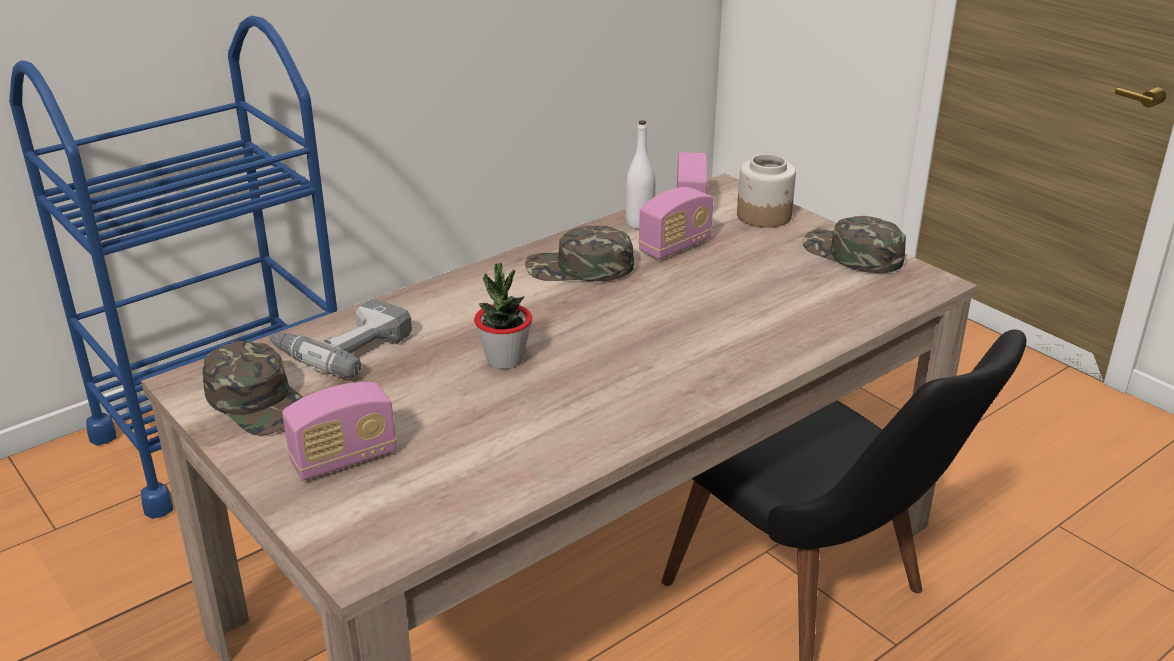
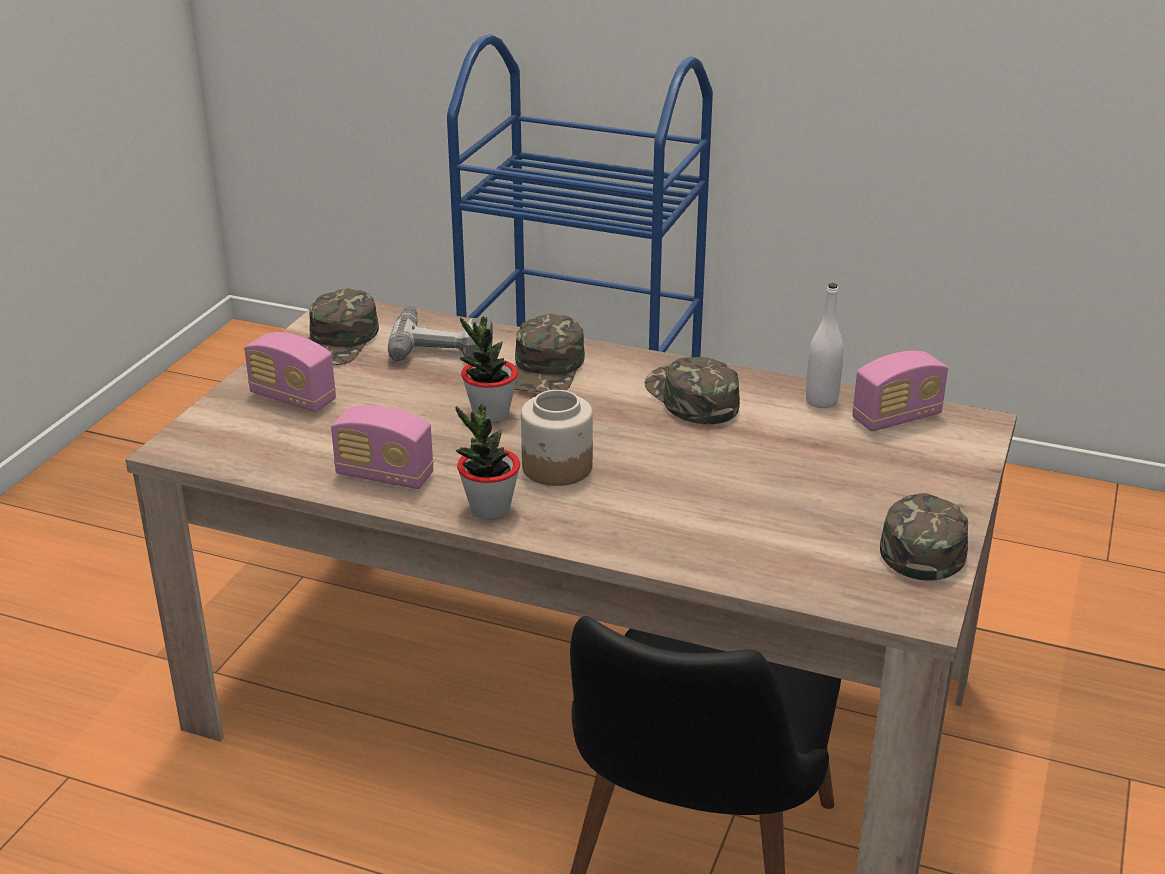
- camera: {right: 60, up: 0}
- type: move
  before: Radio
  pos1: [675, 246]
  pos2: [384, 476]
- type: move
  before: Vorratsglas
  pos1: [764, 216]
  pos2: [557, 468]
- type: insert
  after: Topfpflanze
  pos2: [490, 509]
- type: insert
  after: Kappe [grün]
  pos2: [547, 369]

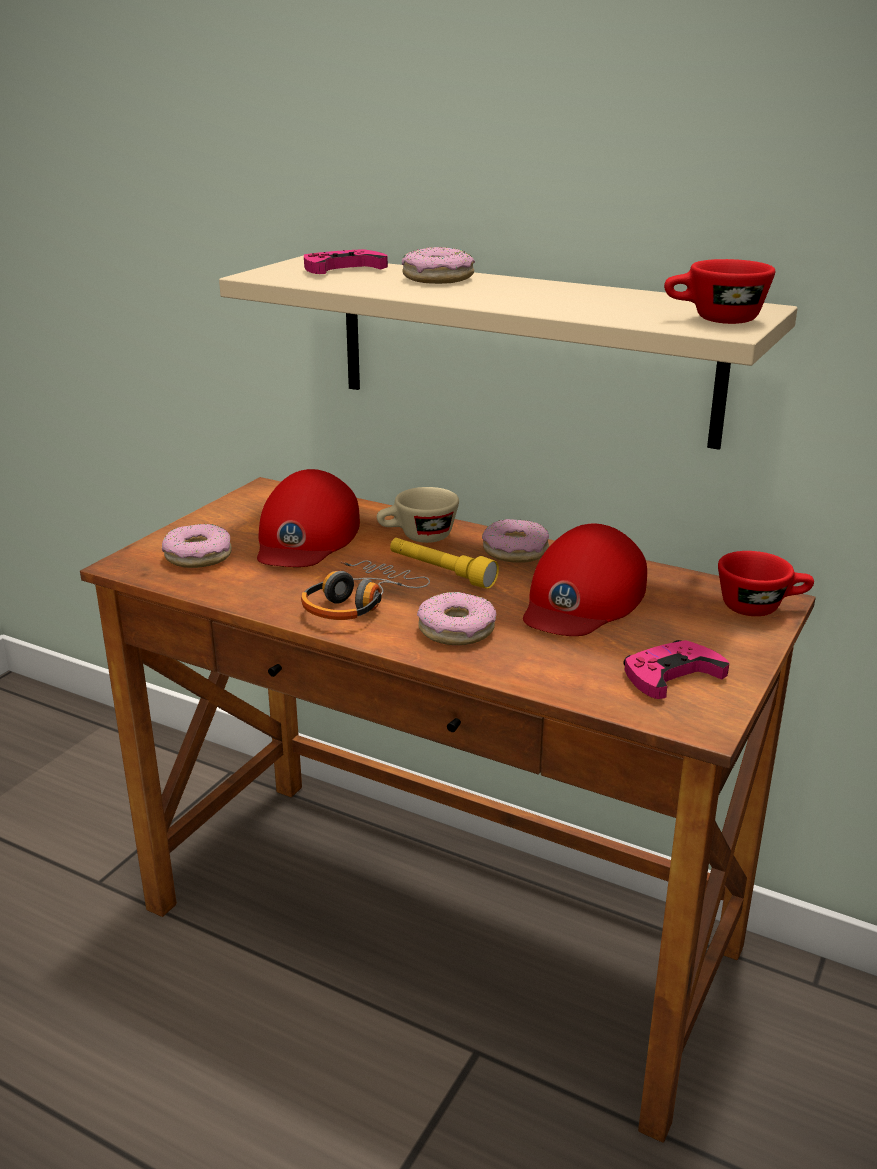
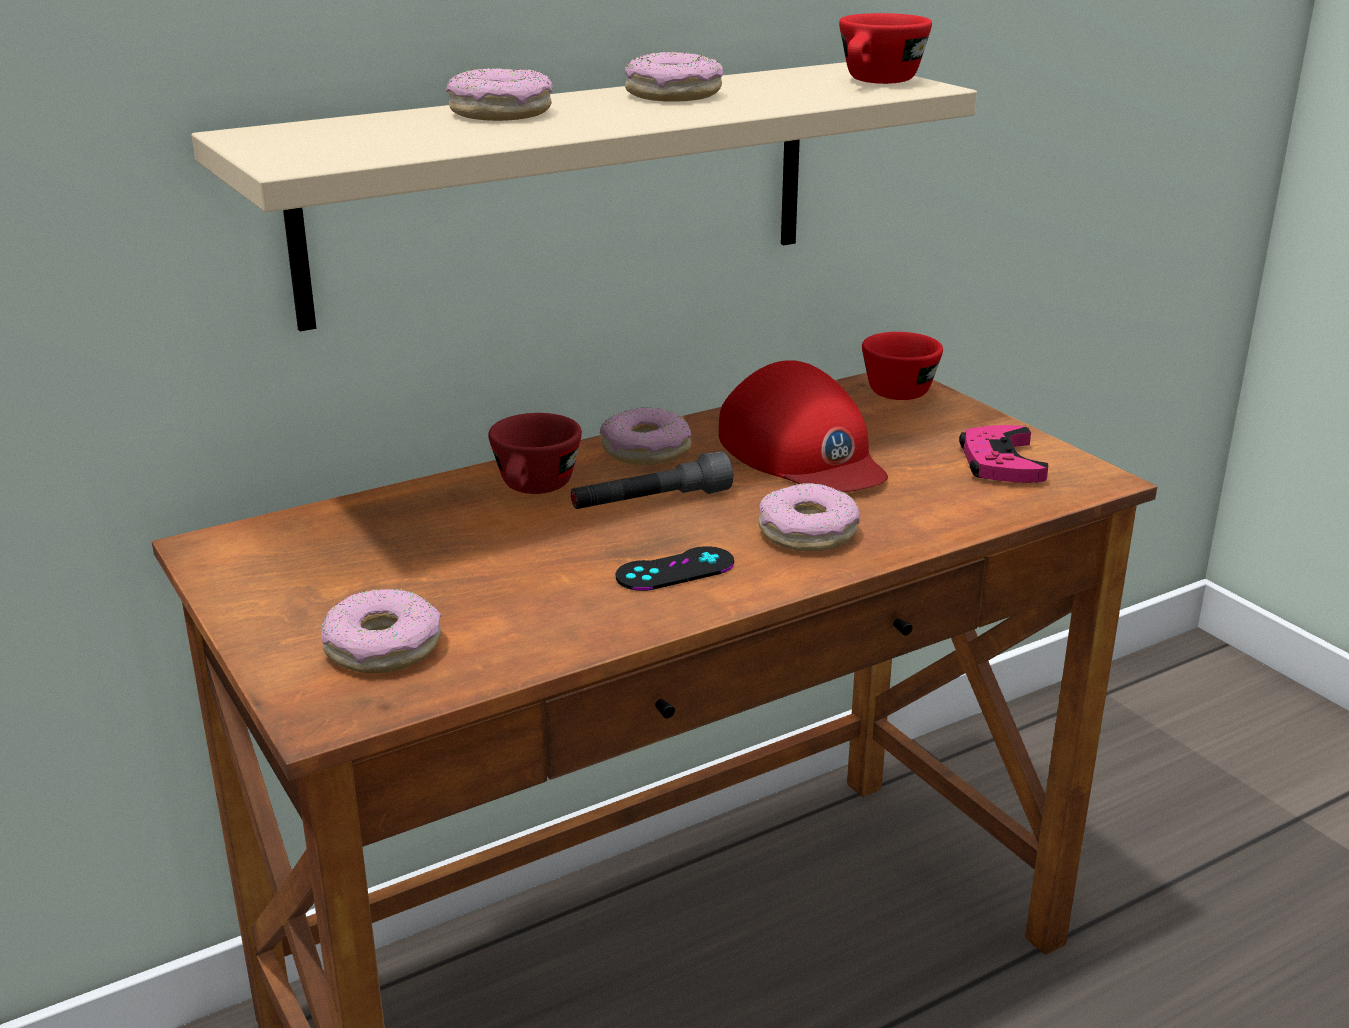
- camera: {right: -60, up: 0}
- type: delete
  before: Kappe [rot]
  pos1: [306, 537]
- type: replace
  before: Kopfhörer
  after: Gamepad [schwarz]
  pos1: [358, 603]
  pos2: [675, 570]
- type: delete
  before: Gamepad [rosa]
  pos1: [342, 269]
- type: recolor
  before: Tasse [beige]
  after: Tasse [rot]
  pos1: [418, 537]
  pos2: [534, 490]
- type: recolor
  before: Taschenlampe [gelb]
  after: Taschenlampe [grau]
  pos1: [441, 572]
  pos2: [651, 503]
- type: insert
  after: Donut
  pos2: [673, 94]

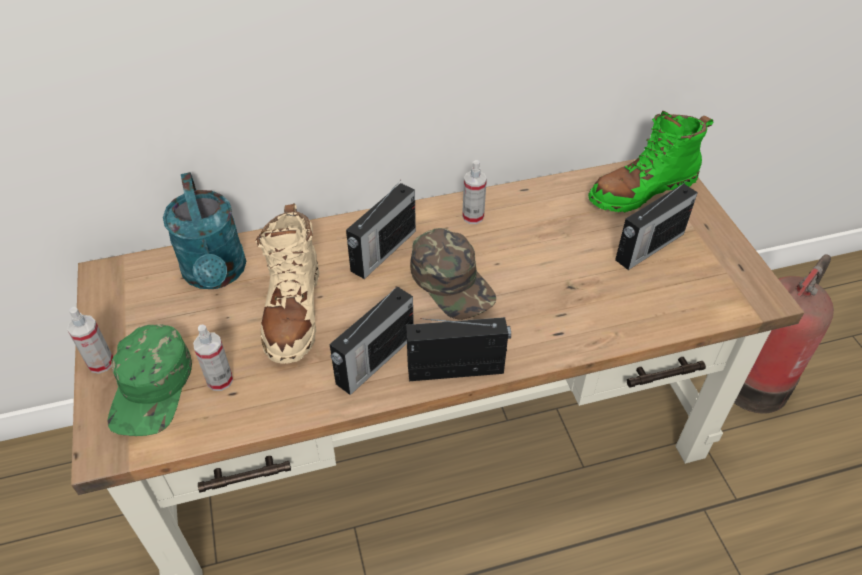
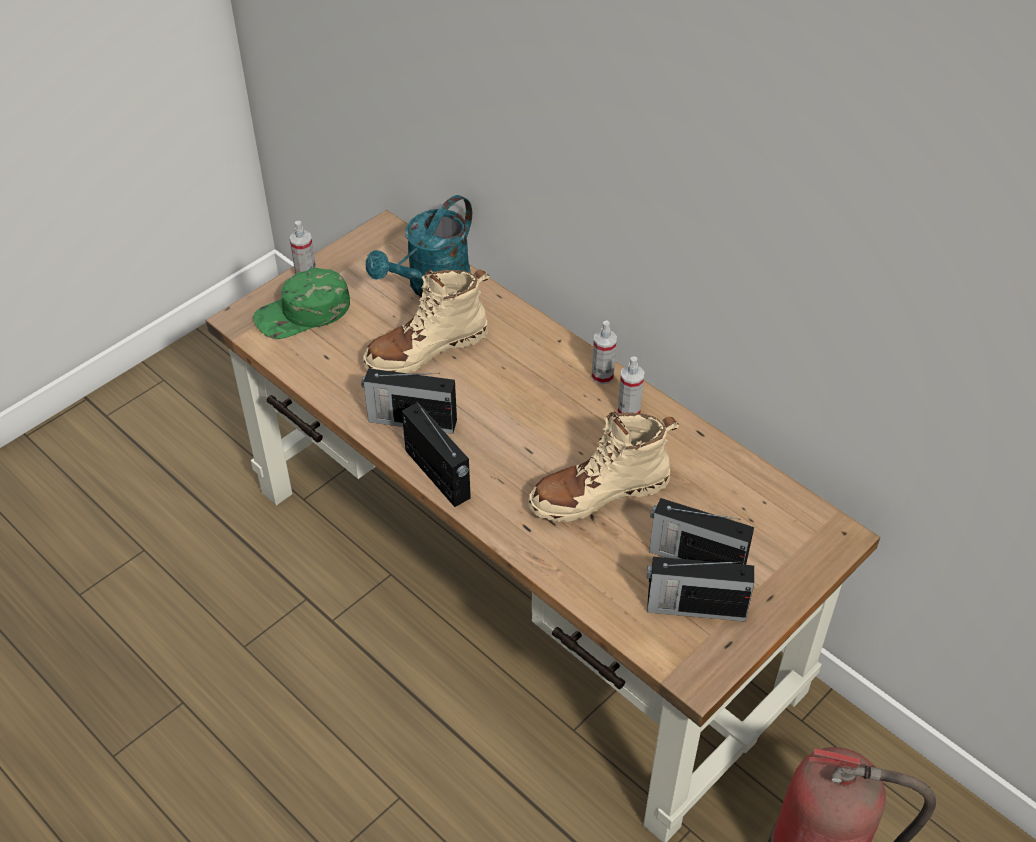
- camera: {right: 60, up: 0}
- type: move
  before: Sprühflasche
  pos1: [220, 380]
  pos2: [602, 376]
- type: move
  before: Radio
  pos1: [382, 251]
  pos2: [694, 607]
- type: delete
  before: Kappe [grün]
  pos1: [452, 281]
- type: delete
  before: Stiefel [grün]
  pos1: [642, 191]
- type: insert
  after: Stiefel [beige]
  pos2: [599, 493]

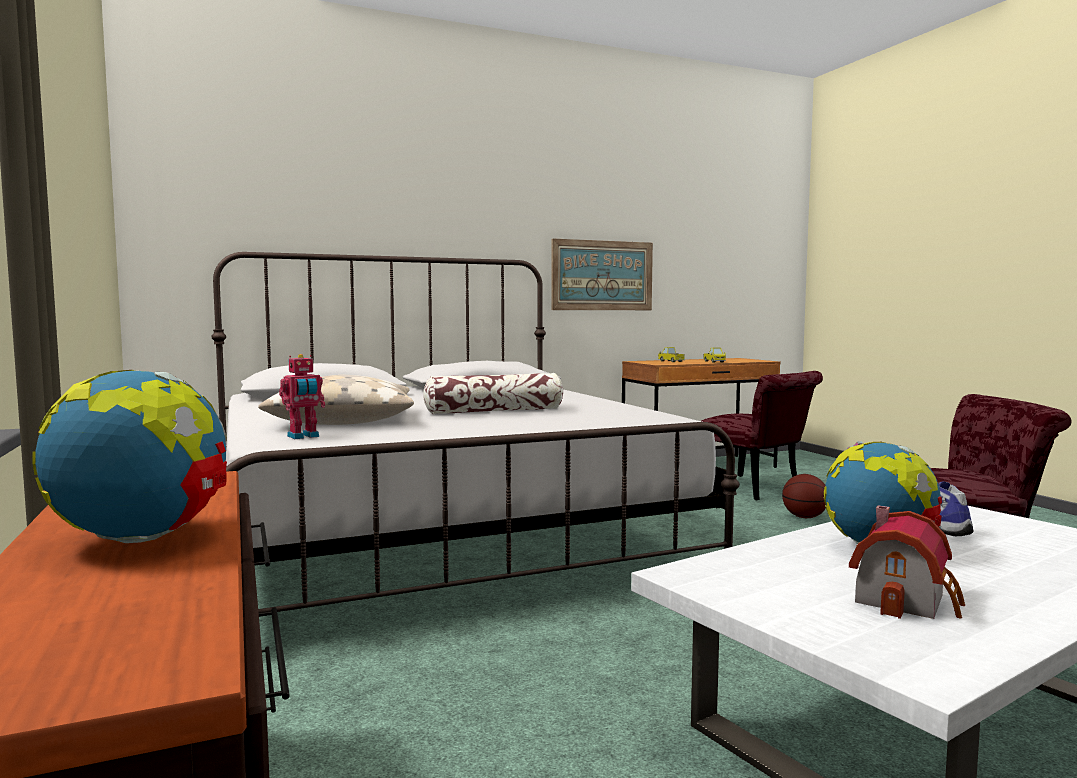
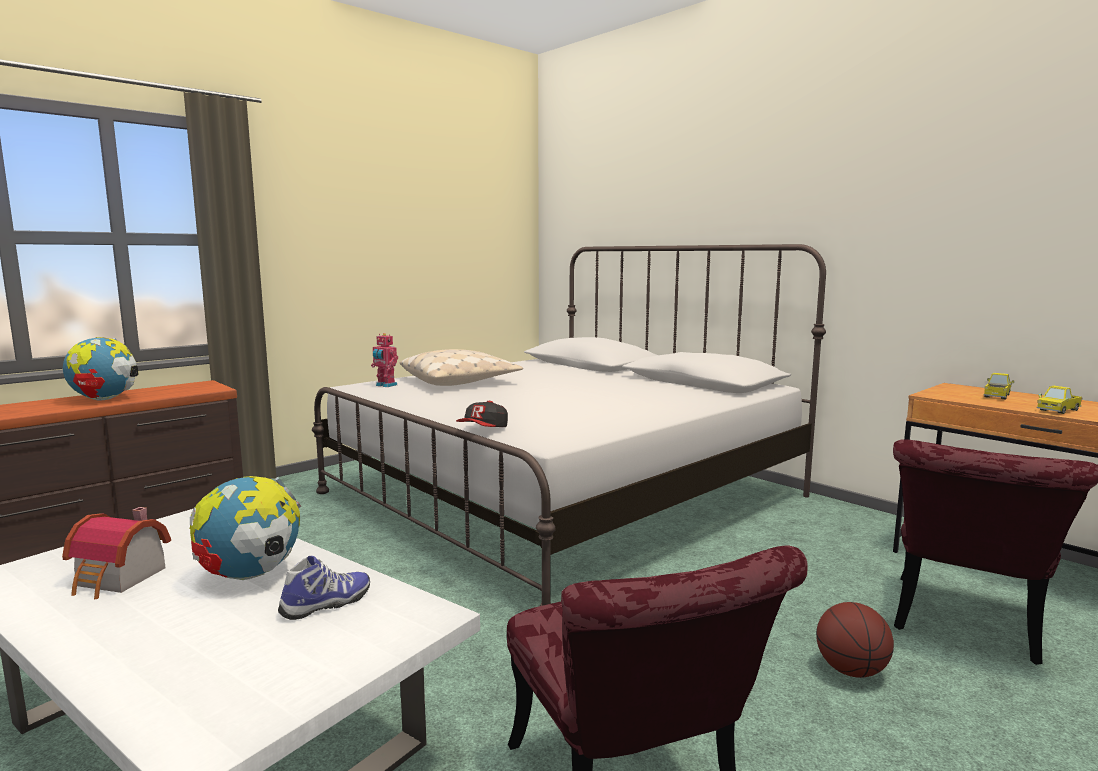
- camera: {right: 70, up: 5}
- type: delete
  before: Kissen
  pos1: [495, 411]
- type: delete
  before: Bild
  pos1: [602, 275]
- type: insert
  after: Kappe
  pos2: [484, 430]

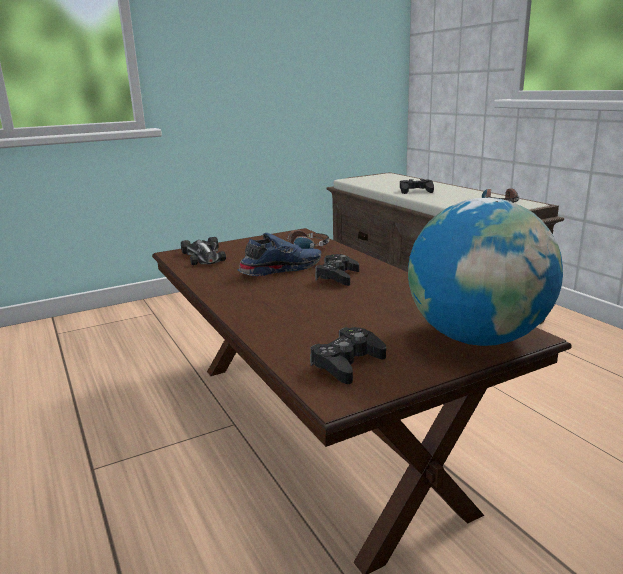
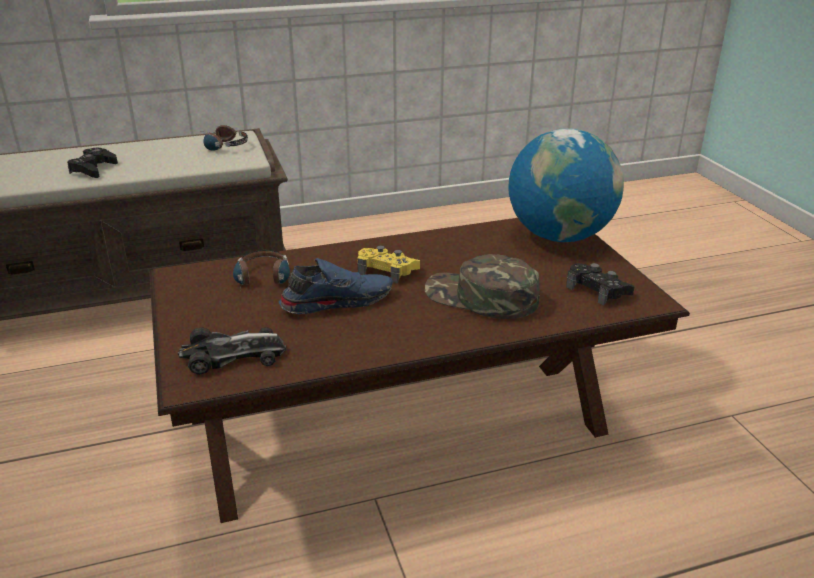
- camera: {right: -80, up: 10}
- type: rotate
  before: Schuh [blau]
  pos1: [280, 269]
  pos2: [336, 300]
  turn: 90
- type: recolor
  before: Gamepad [schwarz]
  after: Gamepad [gelb]
  pos1: [337, 277]
  pos2: [387, 270]
- type: insert
  after: Kappe [grün]
  pos2: [480, 297]

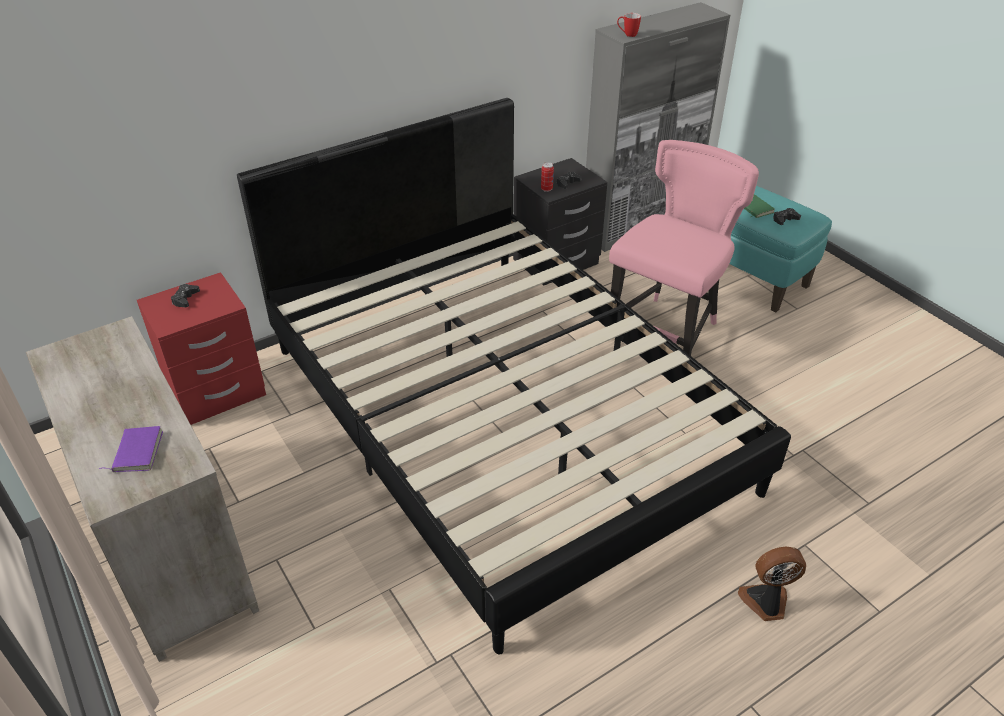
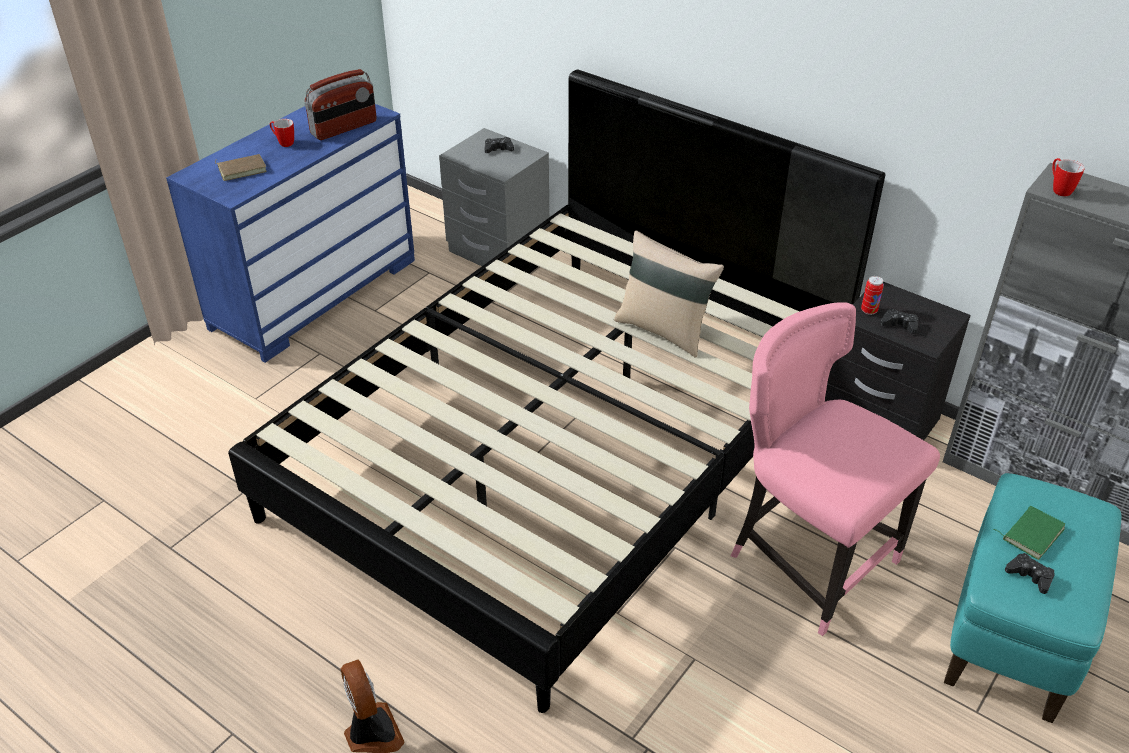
- camera: {right: 70, up: 0}
- type: recolor
  before: Kommode [beige]
  after: Kommode [blau]
  pos1: [168, 547]
  pos2: [314, 293]
- type: recolor
  before: Buch [lila]
  after: Buch [braun]
  pos1: [136, 451]
  pos2: [242, 169]
- type: recolor
  before: Nachttisch [rot]
  after: Nachttisch [grau]
  pos1: [216, 392]
  pos2: [498, 251]
- type: rotate
  before: Stuhl [rosa]
  pos1: [666, 331]
  pos2: [809, 560]
  turn: -150
- type: insert
  after: Henkelbecher
  pos2: [283, 143]
- type: insert
  after: Radio
  pos2: [344, 128]
- type: insert
  after: Kissen [beige]
  pos2: [664, 330]

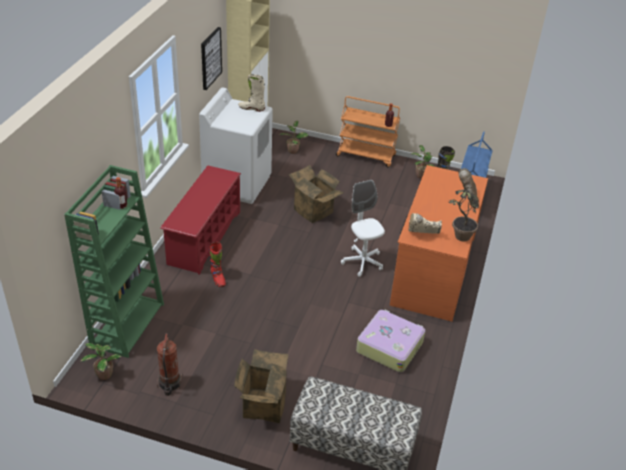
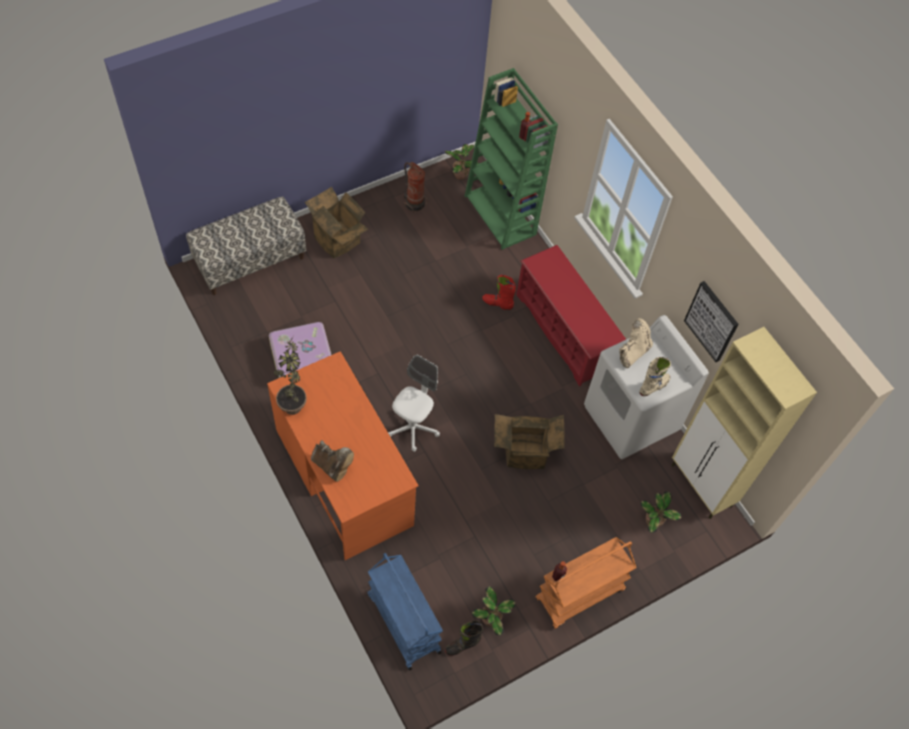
- camera: {right: 130, up: 20}
- type: rotate
  before: Bürostuhl [weiß]
  pos1: [362, 262]
  pos2: [413, 428]
  turn: -75
- type: move
  before: Stiefel [beige]
  pos1: [421, 235]
  pos2: [632, 352]

